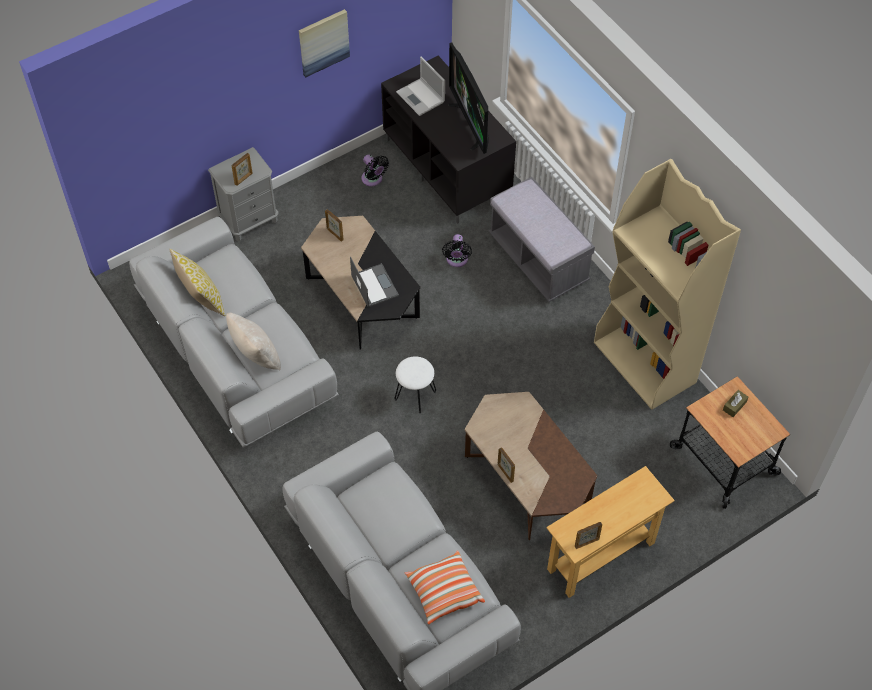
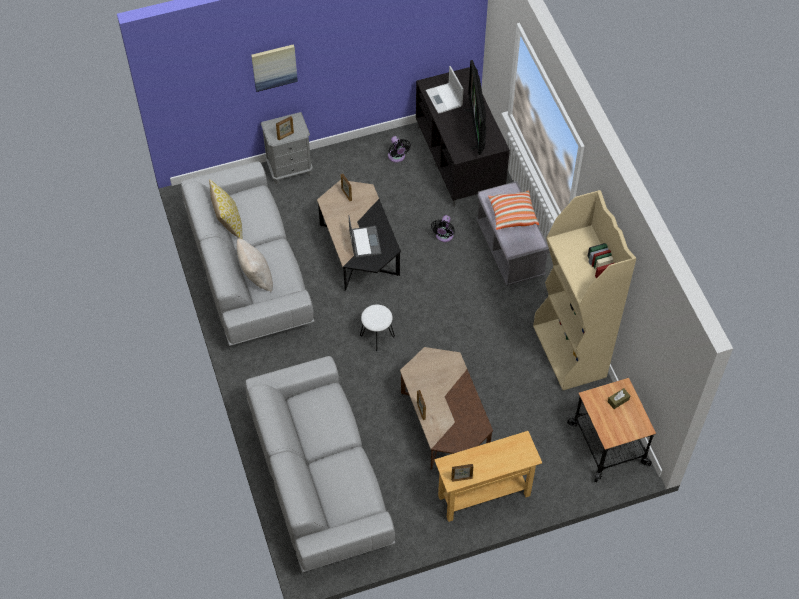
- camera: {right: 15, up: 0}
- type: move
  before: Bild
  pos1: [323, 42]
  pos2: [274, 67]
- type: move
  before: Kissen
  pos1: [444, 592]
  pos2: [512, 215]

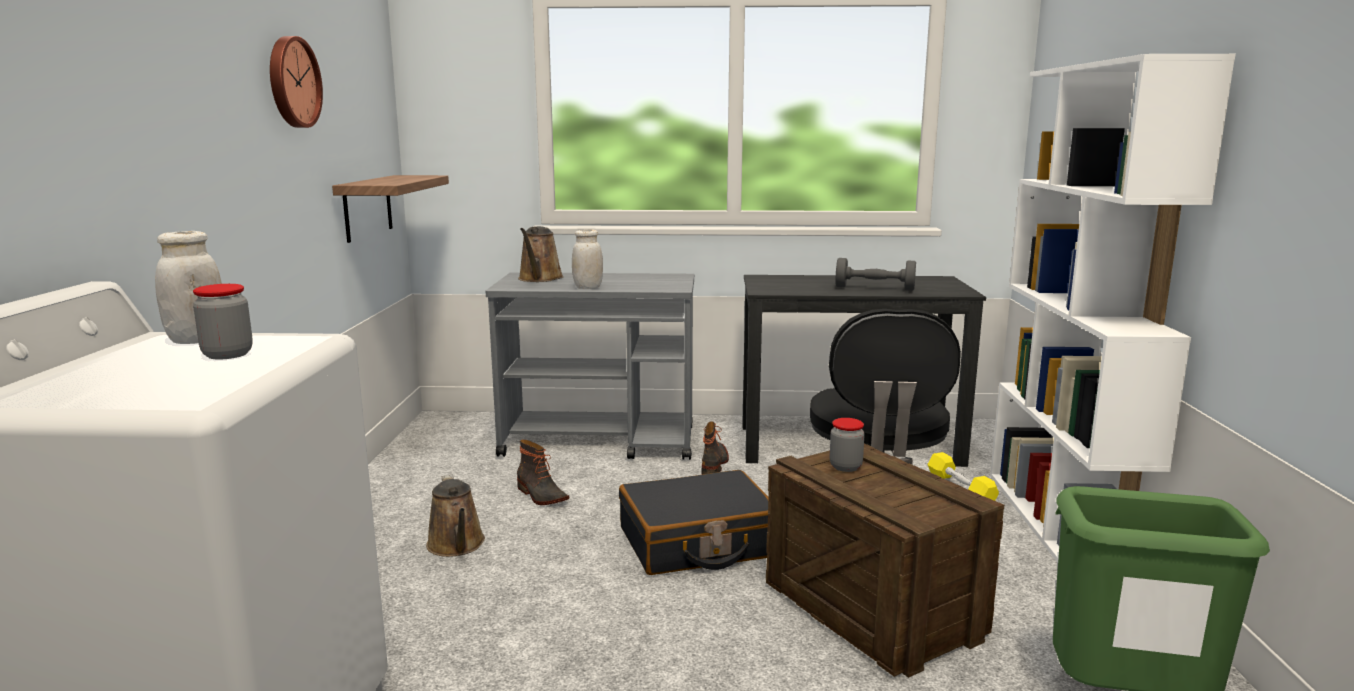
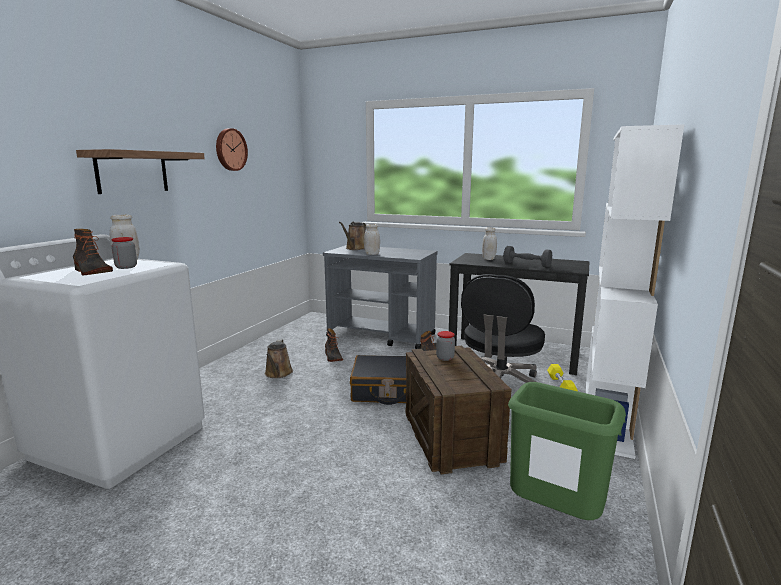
- camera: {right: 20, up: 0}
- type: move
  before: Wandregal
  pos1: [367, 207]
  pos2: [132, 172]
- type: insert
  after: Stiefel
  pos2: [91, 272]
- type: insert
  after: Vorratsglas [weiß]
  pos2: [488, 259]

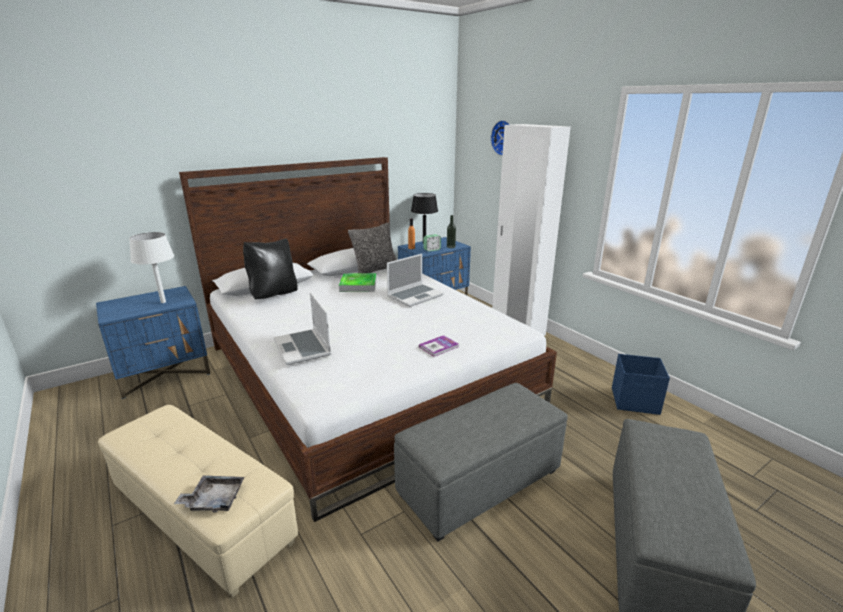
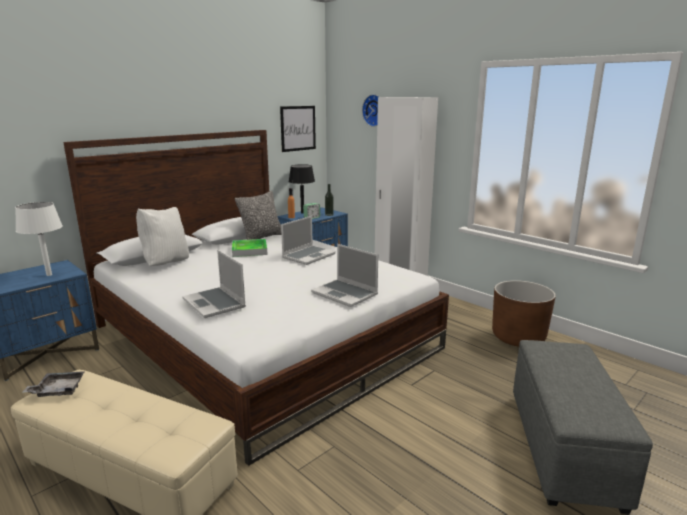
- camera: {right: -10, up: -5}
- type: move
  before: Tablett [grau]
  pos1: [214, 500]
  pos2: [58, 390]
- type: recolor
  before: Kissen [schwarz]
  after: Kissen [weiß]
  pos1: [274, 295]
  pos2: [166, 263]
- type: delete
  before: Polsterhocker [grau]
  pos1: [480, 482]
- type: replace
  before: Buch
  after: Laptop
  pos1: [438, 347]
  pos2: [345, 294]
- type: replace
  before: Aufbewahrungsbox [blau]
  after: Pflanzkübel [braun]
  pos1: [635, 401]
  pos2: [518, 337]
- type: insert
  after: Bild
  pos2: [298, 128]

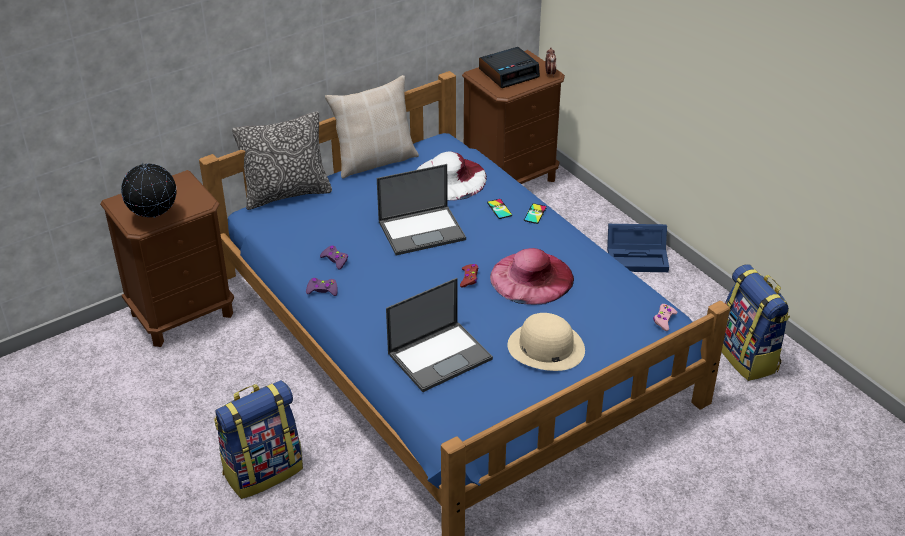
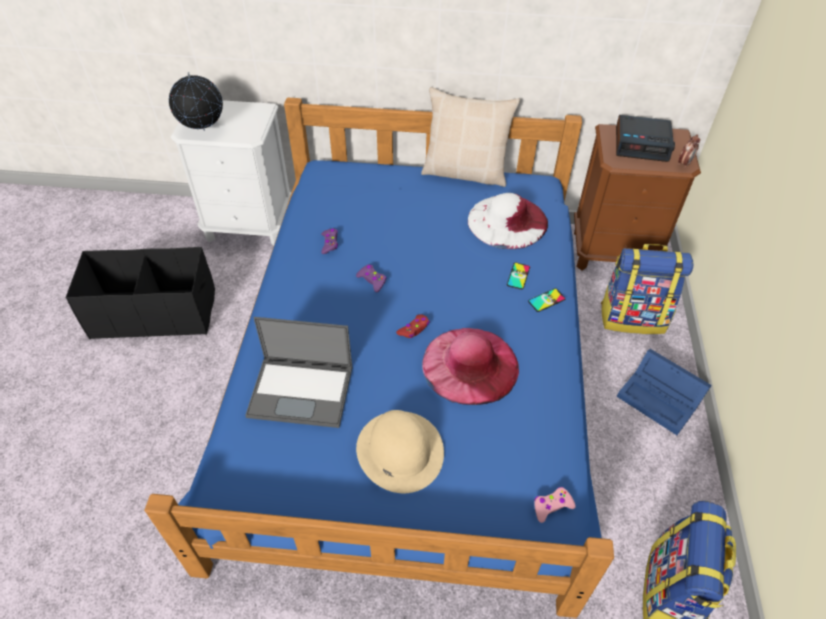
- camera: {right: 40, up: 10}
- type: recolor
  before: Nachttisch [braun]
  after: Nachttisch [weiß]
  pos1: [183, 314]
  pos2: [250, 225]
- type: move
  before: Rucksack
  pos1: [263, 470]
  pos2: [633, 317]
- type: delete
  before: Kissen
  pos1: [286, 194]
- type: move
  before: Gamepad [lila]
  pos1: [322, 290]
  pos2: [372, 280]
- type: delete
  before: Laptop
  pos1: [422, 230]
- type: insert
  after: Aufbewahrungsbox [schwarz]
  pos2: [154, 313]

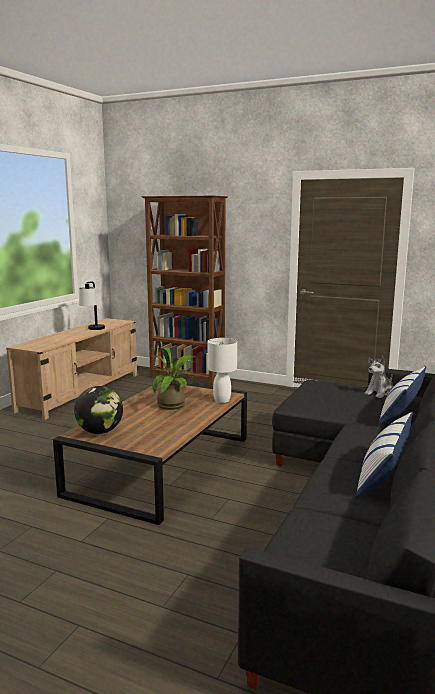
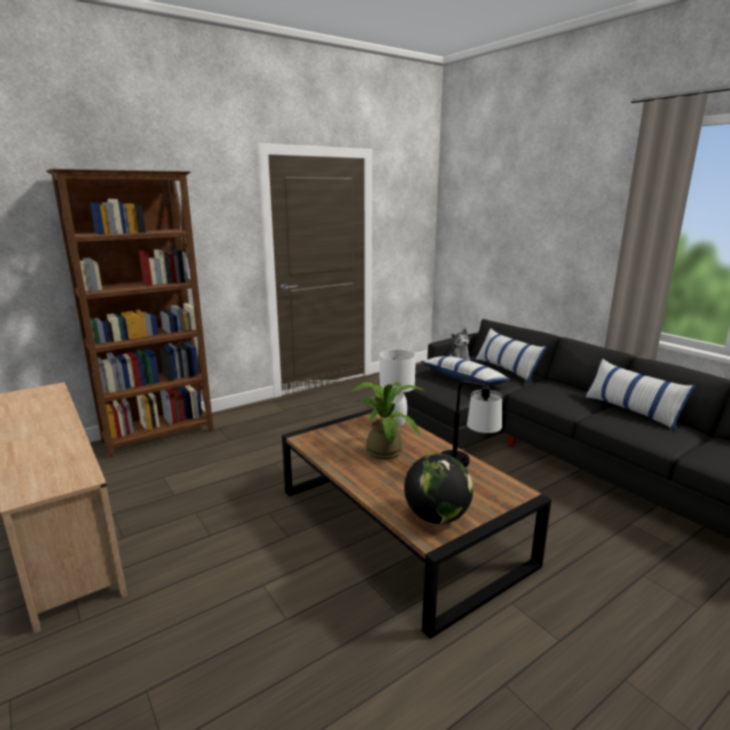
- camera: {right: -60, up: 5}
- type: move
  before: Tischlampe
  pos1: [93, 330]
  pos2: [467, 466]
- type: insert
  after: Kissen
  pos2: [464, 379]

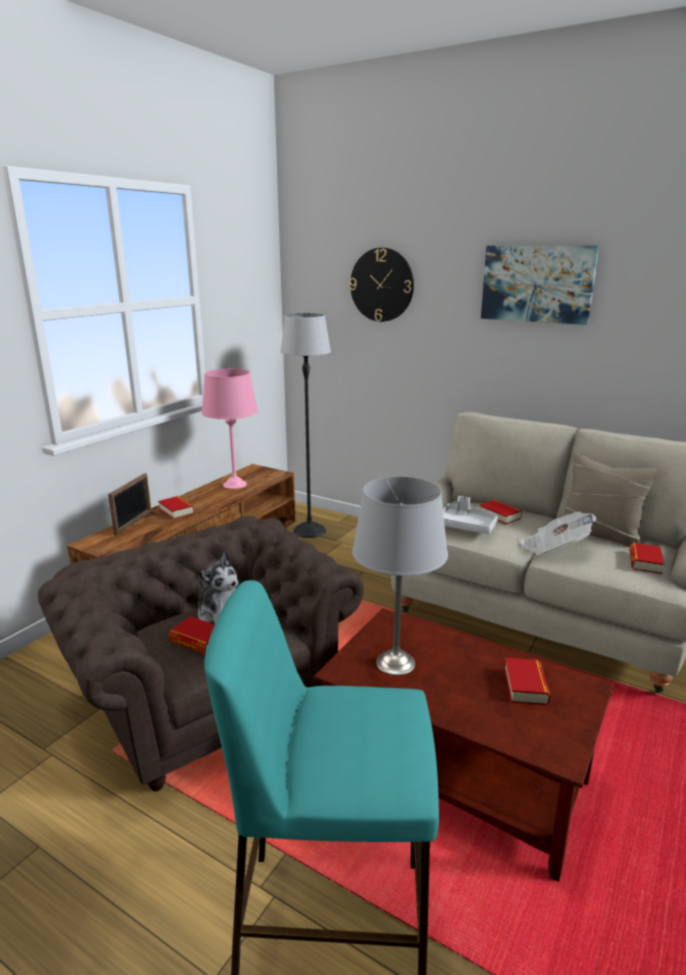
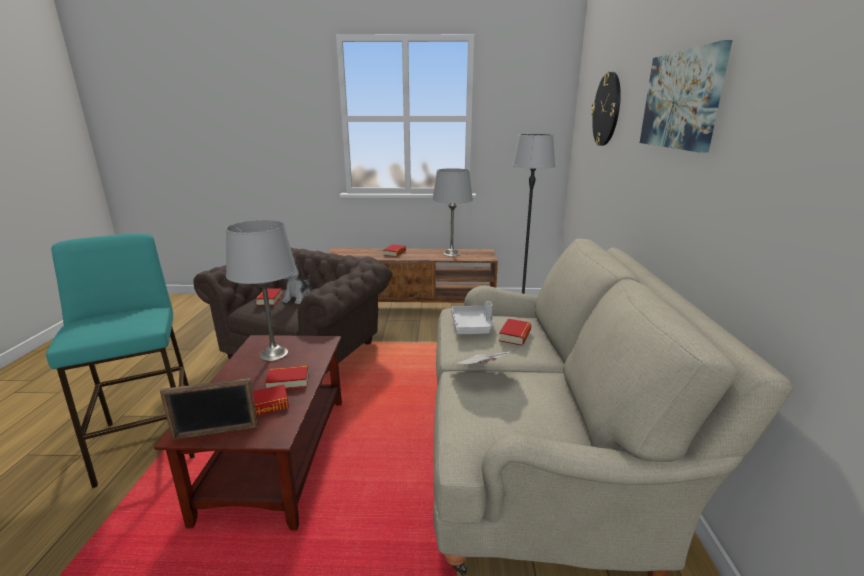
- camera: {right: 60, up: 0}
- type: move
  before: Bilderrahmen
  pos1: [134, 523]
  pos2: [216, 433]
- type: recolor
  before: Tischlampe [rosa]
  after: Tischlampe [grau]
  pos1: [234, 484]
  pos2: [451, 253]
- type: delete
  before: Kissen [beige]
  pos1: [599, 533]
- type: move
  before: Buch
  pos1: [645, 562]
  pos2: [288, 382]

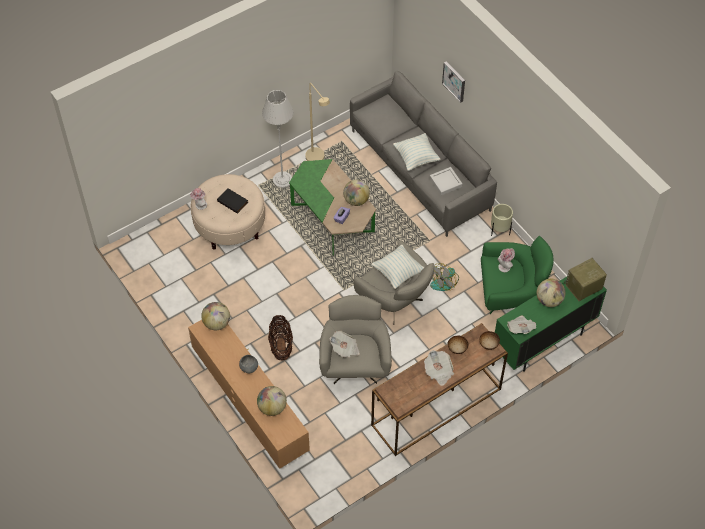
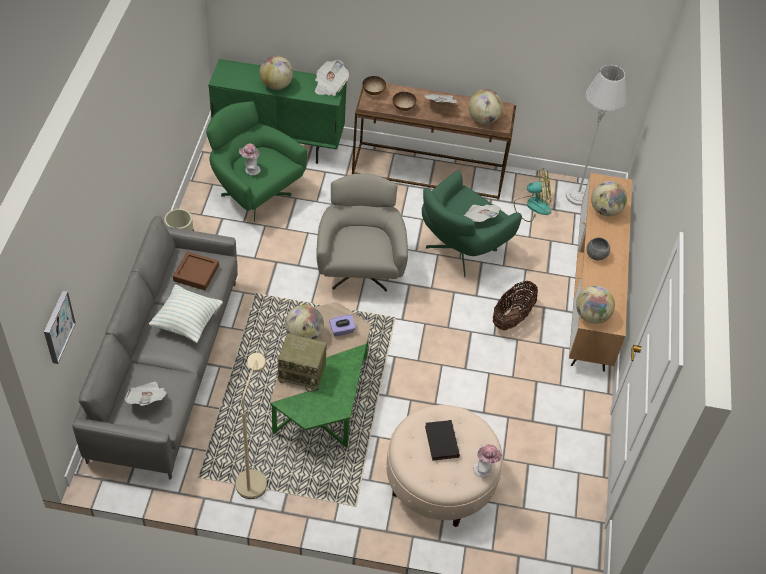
- camera: {right: -140, up: -5}
- type: move
  before: Stehlampe [grau]
  pos1: [282, 180]
  pos2: [577, 196]
- type: recolor
  before: Sessel [grau]
  after: Sessel [grün]
  pos1: [355, 364]
  pos2: [459, 251]
- type: delete
  before: Kissen
  pos1: [397, 272]
- type: recolor
  before: Tablett [grau]
  after: Tablett [braun]
  pos1: [445, 183]
  pos2: [196, 273]
- type: move
  before: Ventilator
  pos1: [445, 282]
  pos2: [532, 206]
- type: move
  before: Bild
  pos1: [454, 81]
  pos2: [57, 326]
- type: move
  before: Radio
  pos1: [583, 288]
  pos2: [303, 373]
- type: insert
  after: Zeitung
  pos2: [147, 399]
- type: insert
  after: Globus
  pos2: [483, 119]

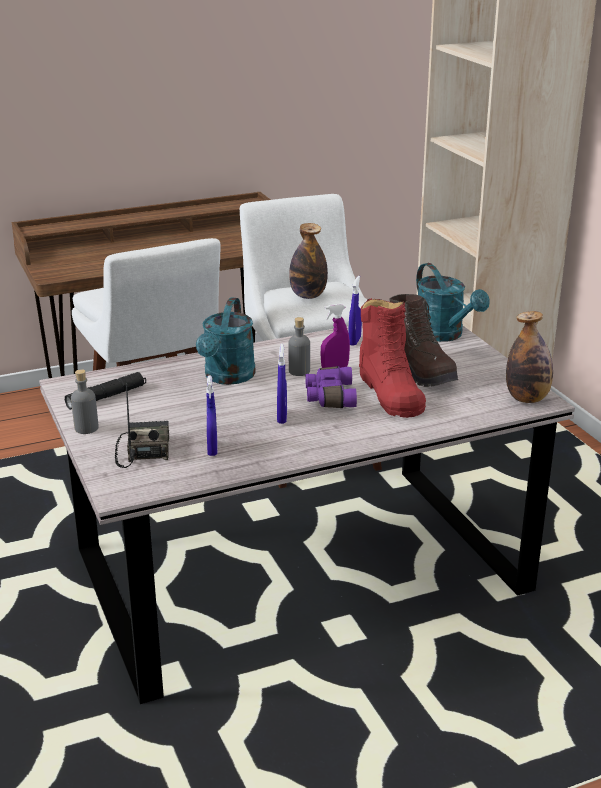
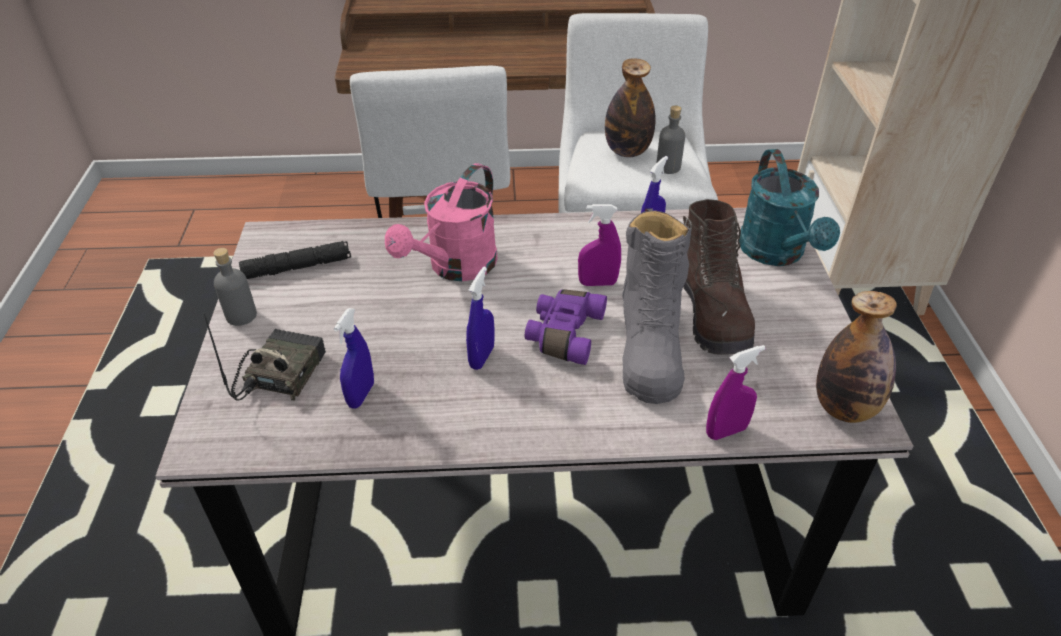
- camera: {right: 20, up: 15}
- type: recolor
  before: Gießkanne [türkis]
  after: Gießkanne [rosa]
  pos1: [227, 377]
  pos2: [455, 268]
- type: move
  before: Flasche [grau]
  pos1: [299, 371]
  pos2: [668, 167]
- type: recolor
  before: Stiefel [rot]
  after: Stiefel [grau]
  pos1: [390, 392]
  pos2: [649, 346]
- type: insert
  after: Sprühflasche [lila]
  pos2: [726, 431]

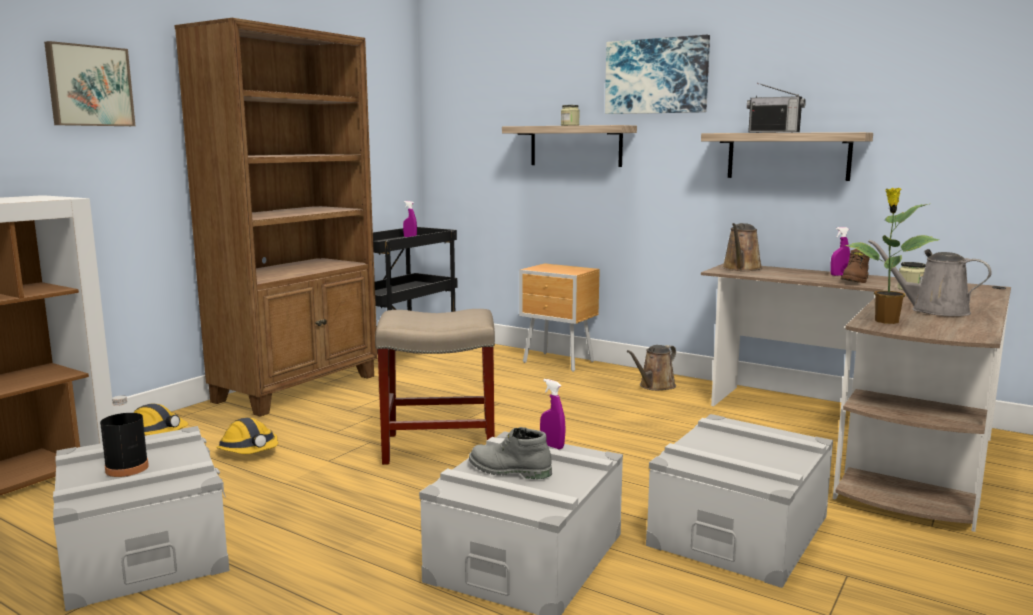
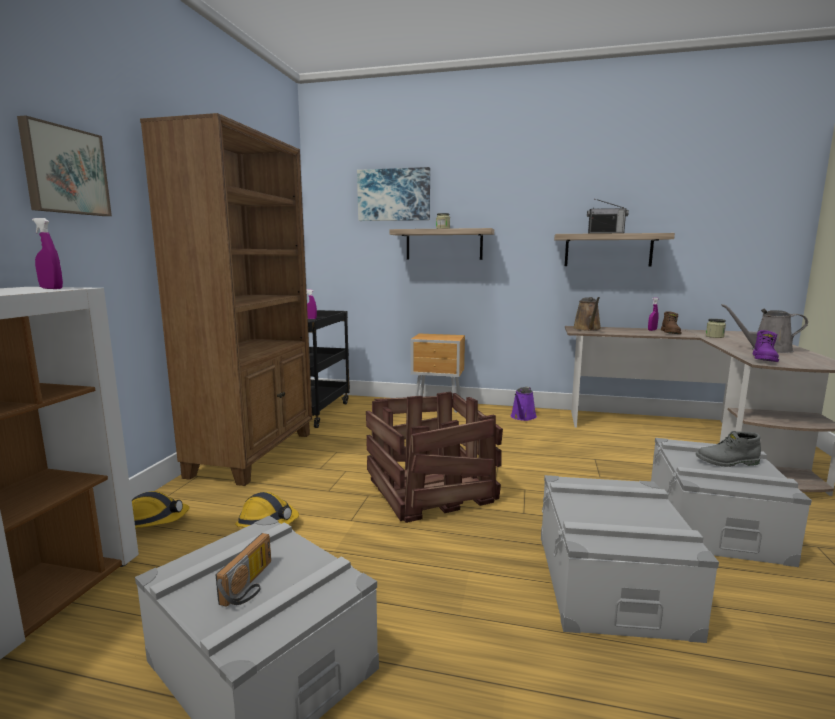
- camera: {right: -20, up: 0}
- type: replace
  before: Flasche [schwarz]
  after: Radio
  pos1: [127, 468]
  pos2: [251, 585]
- type: replace
  before: Hocker [beige]
  after: Kiste
  pos1: [437, 447]
  pos2: [429, 491]
- type: move
  before: Stiefel [grau]
  pos1: [508, 470]
  pos2: [727, 462]
- type: move
  before: Sprühflasche [lila]
  pos1: [552, 446]
  pos2: [51, 288]
- type: move
  before: Bild
  pos1: [656, 76]
  pos2: [394, 195]
- type: recolor
  before: Gießkanne [braun]
  after: Gießkanne [lila]
  pos1: [655, 386]
  pos2: [522, 417]
- type: replace
  before: Topfpflanze
  after: Stiefel [lila]
  pos1: [885, 321]
  pos2: [765, 359]

